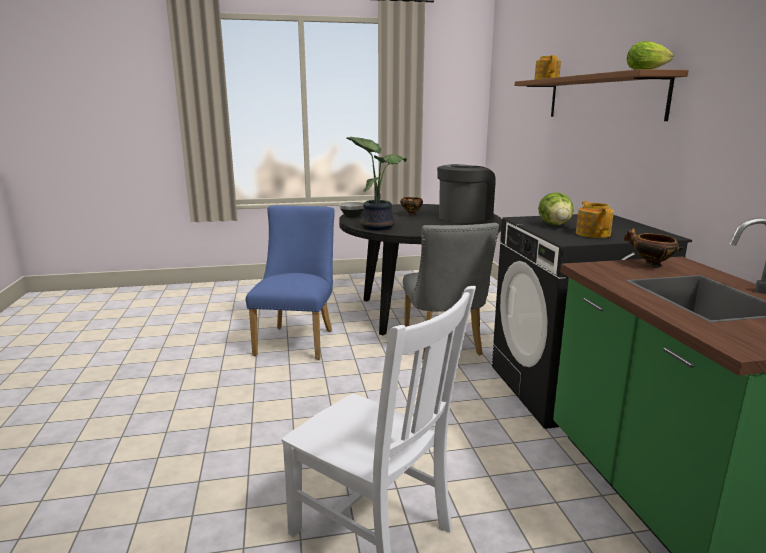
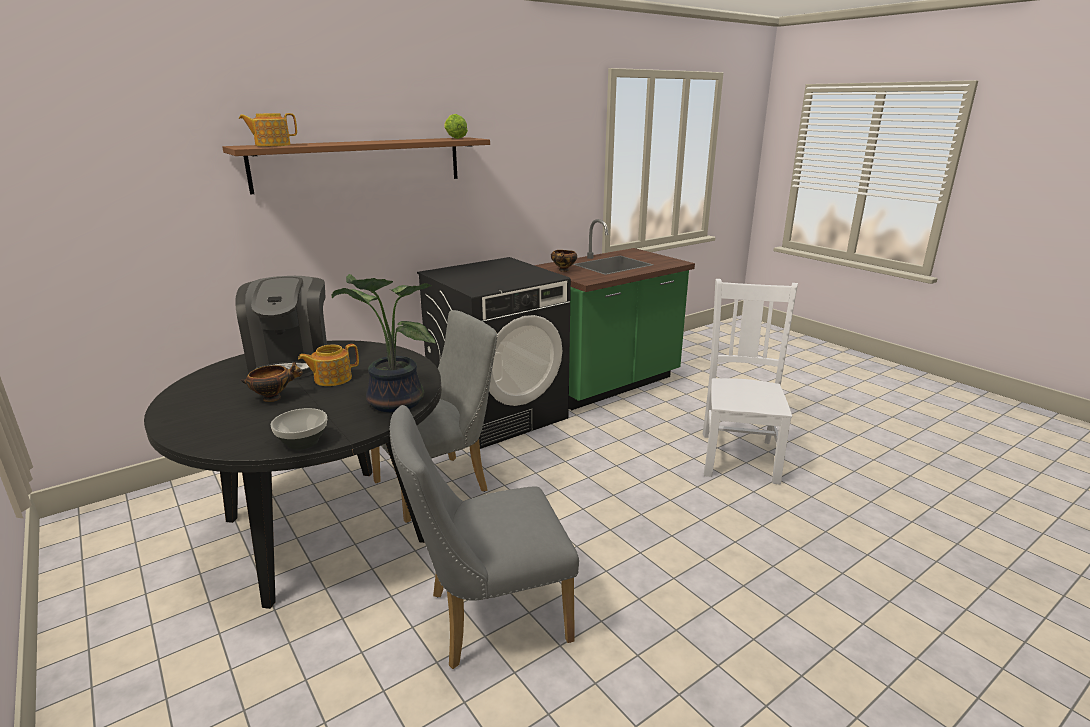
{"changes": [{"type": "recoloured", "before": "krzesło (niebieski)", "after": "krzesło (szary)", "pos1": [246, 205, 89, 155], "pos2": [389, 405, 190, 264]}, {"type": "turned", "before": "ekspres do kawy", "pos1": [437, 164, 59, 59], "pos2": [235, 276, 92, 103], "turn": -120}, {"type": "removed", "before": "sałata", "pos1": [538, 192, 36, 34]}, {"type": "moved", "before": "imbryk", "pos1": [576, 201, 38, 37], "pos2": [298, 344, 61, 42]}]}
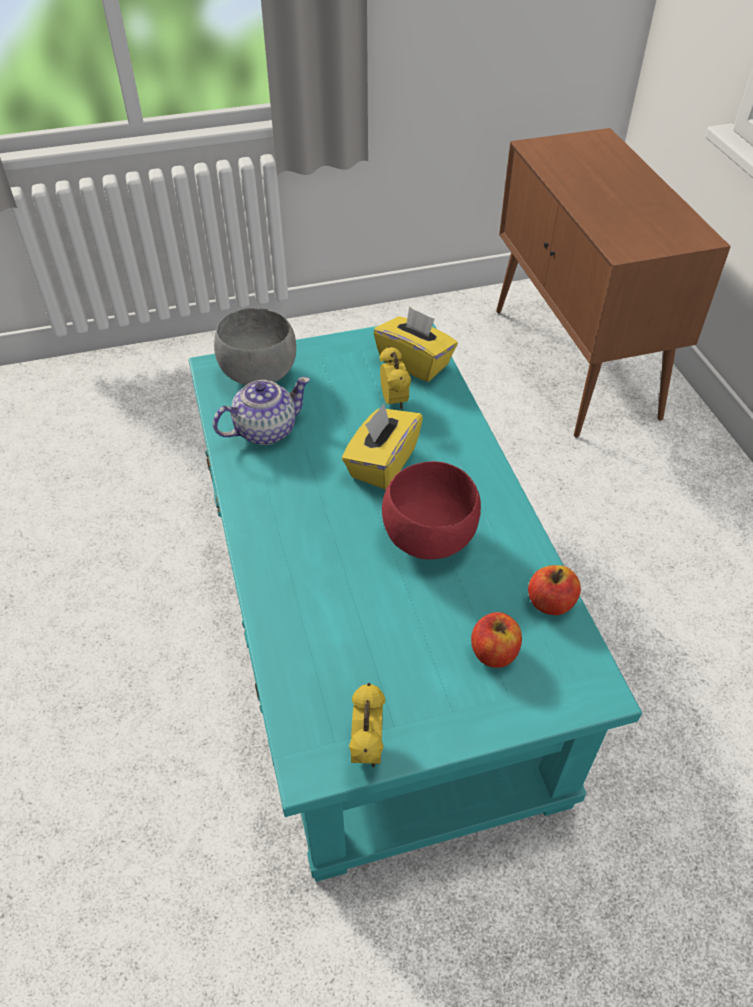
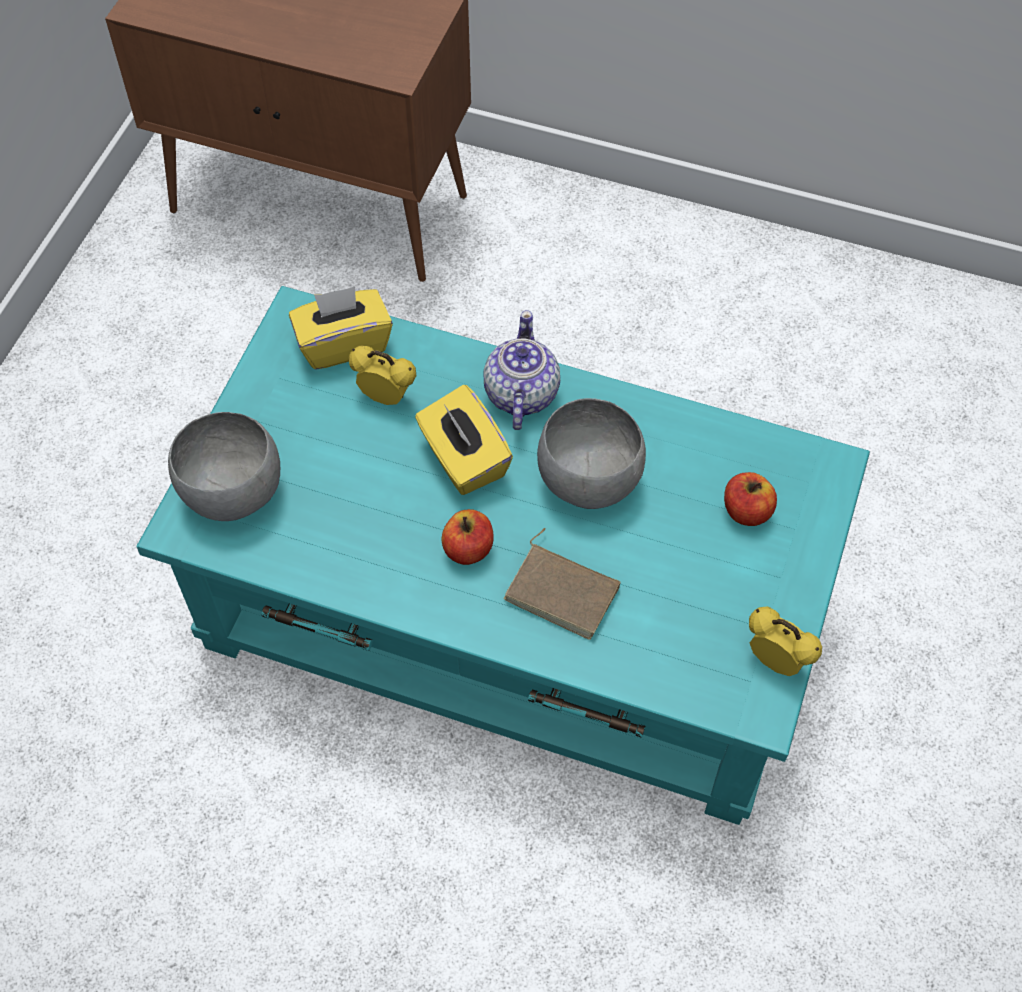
{"changes": [{"type": "moved", "before": "imbryk", "pos1": [213, 377, 97, 68], "pos2": [483, 310, 77, 120]}, {"type": "recoloured", "before": "miska (czerwony)", "after": "miska (szary)", "pos1": [382, 461, 99, 99], "pos2": [537, 398, 109, 111]}, {"type": "moved", "before": "jabłko", "pos1": [528, 565, 53, 50], "pos2": [441, 509, 53, 56]}, {"type": "added", "after": "książka (brązowy)", "pos2": [503, 528, 118, 112]}]}
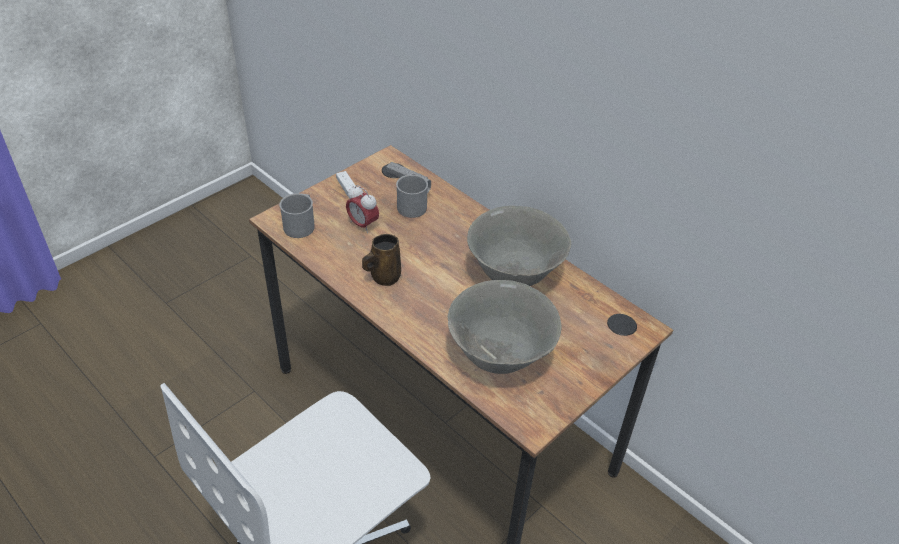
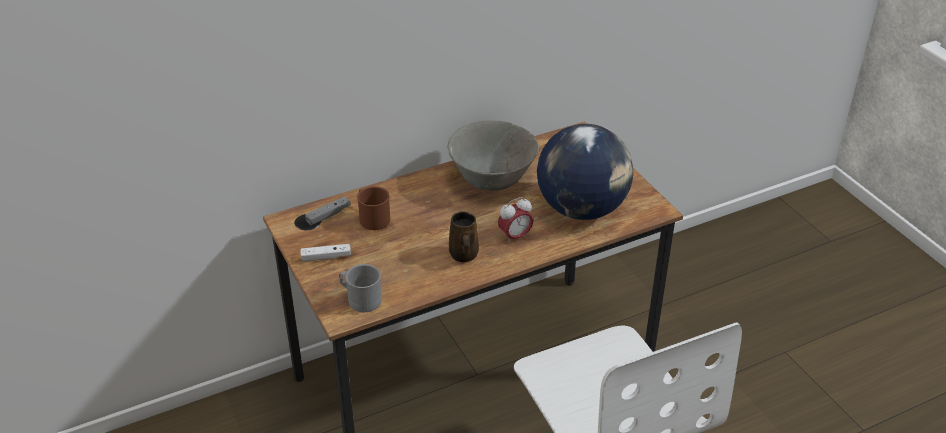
{"changes": [{"type": "moved", "before": "budzik", "pos1": [346, 185, 33, 48], "pos2": [498, 197, 36, 47]}, {"type": "recoloured", "before": "kubek (szary)", "after": "kubek (brązowy)", "pos1": [396, 174, 35, 44], "pos2": [357, 186, 33, 44]}, {"type": "replaced", "before": "miska (szary)", "after": "globus", "pos1": [448, 280, 114, 94], "pos2": [537, 124, 96, 96]}]}
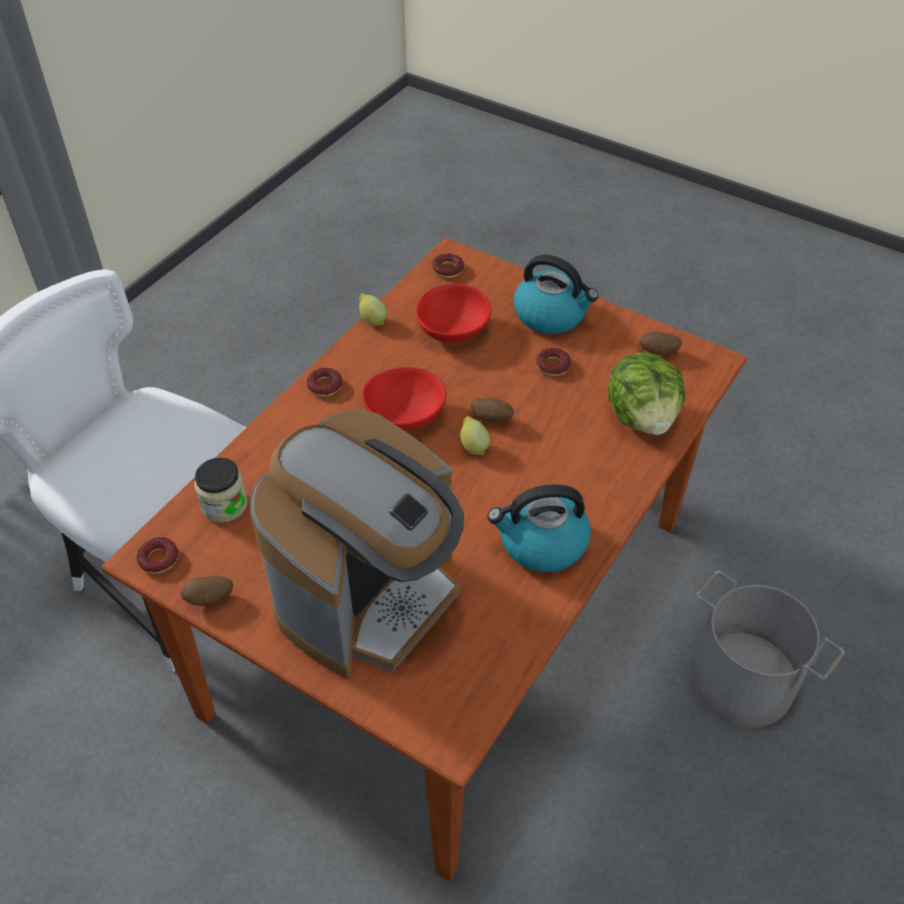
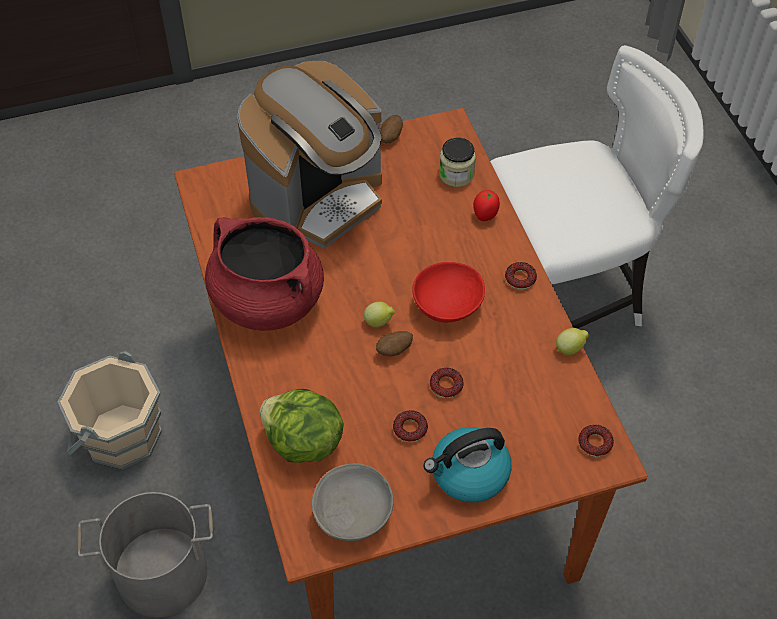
{"changes": [{"type": "moved", "before": "donut", "pos1": [137, 537, 41, 37], "pos2": [430, 368, 34, 30]}, {"type": "turned", "before": "ekspres do kawy", "pos1": [250, 410, 214, 269], "pos2": [237, 61, 145, 188], "turn": -120}, {"type": "removed", "before": "miska (czerwony)", "pos1": [416, 284, 75, 58]}, {"type": "replaced", "before": "czajnik", "after": "garnek (czerwony)", "pos1": [487, 484, 104, 88], "pos2": [205, 217, 119, 114]}, {"type": "replaced", "before": "ziemniak", "after": "miska (szary)", "pos1": [639, 331, 43, 24], "pos2": [312, 463, 82, 78]}, {"type": "added", "after": "wiadro (beżowy)", "pos2": [58, 351, 104, 119]}, {"type": "added", "after": "pomidor", "pos2": [473, 190, 27, 31]}]}
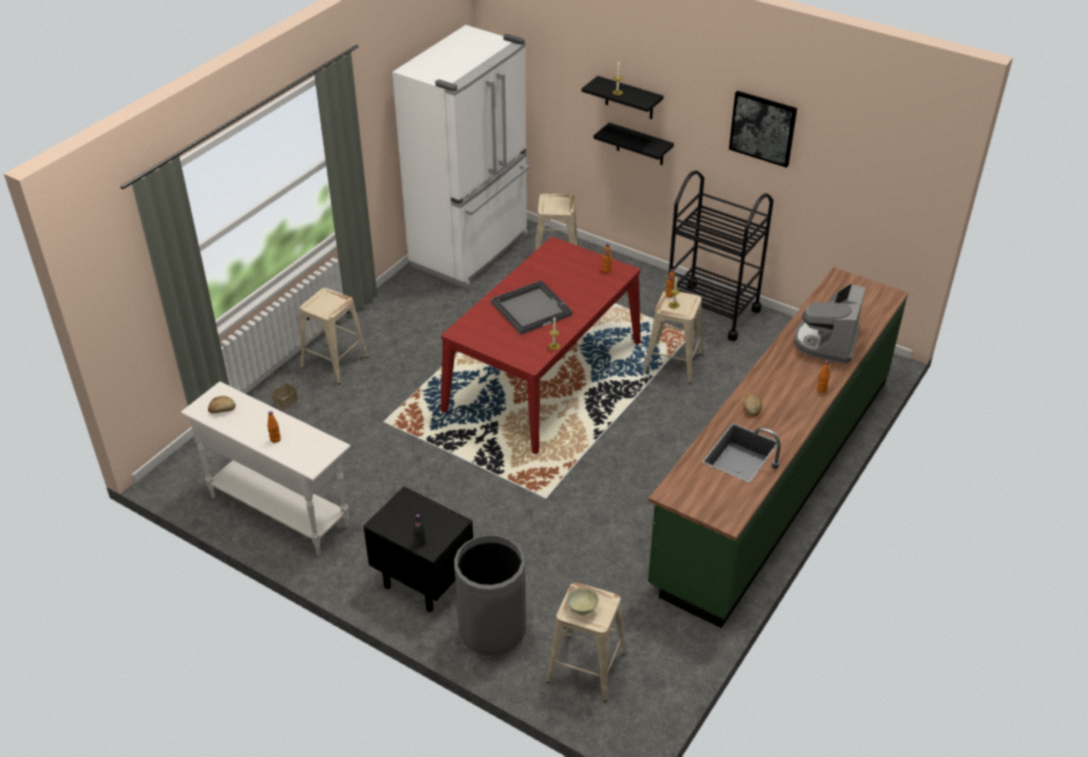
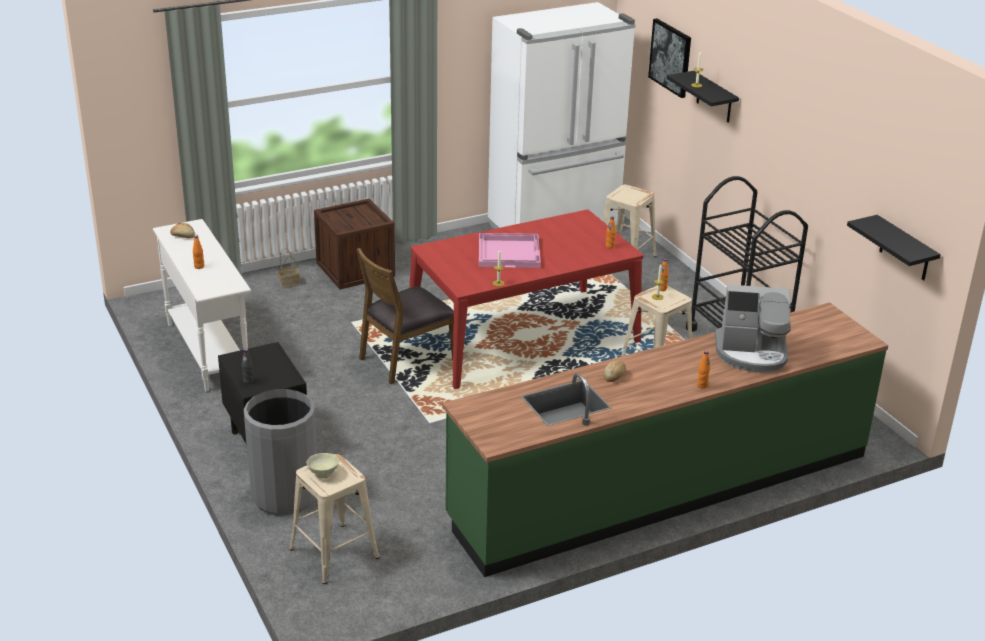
{"changes": [{"type": "replaced", "before": "stołek (beżowy)", "after": "skrzynka", "pos1": [300, 288, 69, 96], "pos2": [314, 199, 81, 90]}, {"type": "recoloured", "before": "taca (szary)", "after": "taca (różowy)", "pos1": [491, 280, 81, 55], "pos2": [479, 233, 62, 35]}, {"type": "moved", "before": "półka (czarny)", "pos1": [593, 123, 81, 42], "pos2": [847, 215, 94, 65]}, {"type": "moved", "before": "obraz", "pos1": [729, 91, 68, 77], "pos2": [648, 18, 43, 80]}, {"type": "turned", "before": "ekspres do kawy", "pos1": [794, 284, 72, 80], "pos2": [715, 284, 76, 88], "turn": -135}, {"type": "added", "after": "krzesło (brązowy)", "pos2": [356, 248, 98, 136]}]}
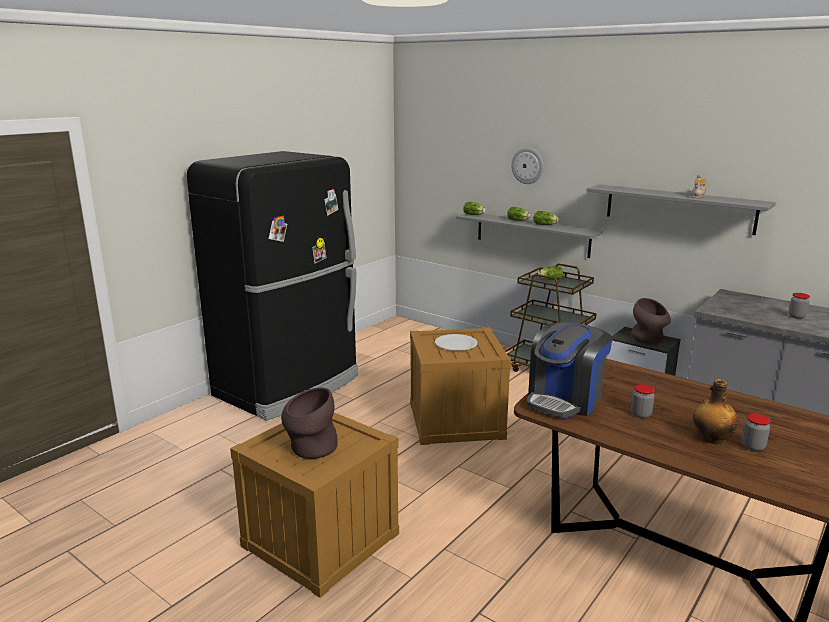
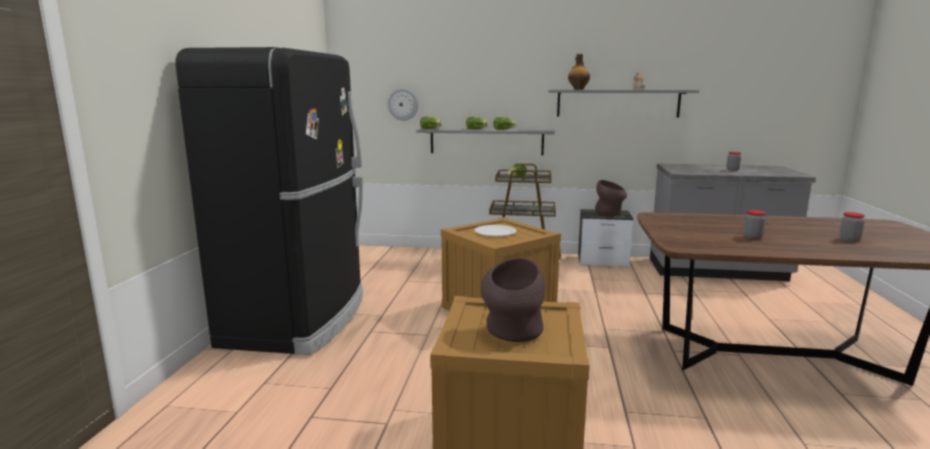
{"changes": [{"type": "moved", "before": "zegar ścienny", "pos1": [511, 148, 32, 36], "pos2": [388, 88, 30, 33]}, {"type": "removed", "before": "ekspres do kawy", "pos1": [527, 322, 86, 96]}, {"type": "moved", "before": "butelka", "pos1": [693, 379, 45, 65], "pos2": [568, 54, 22, 36]}]}
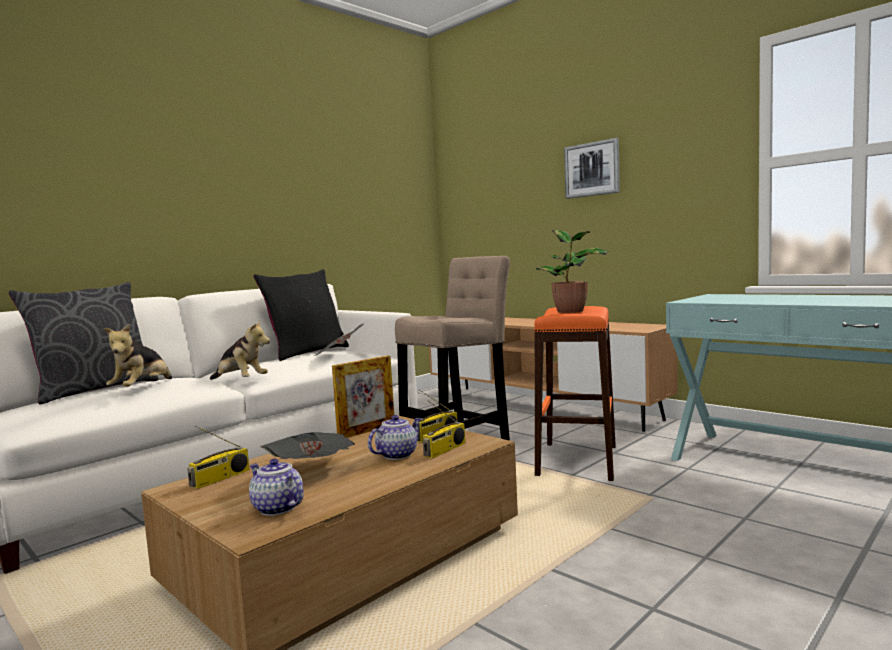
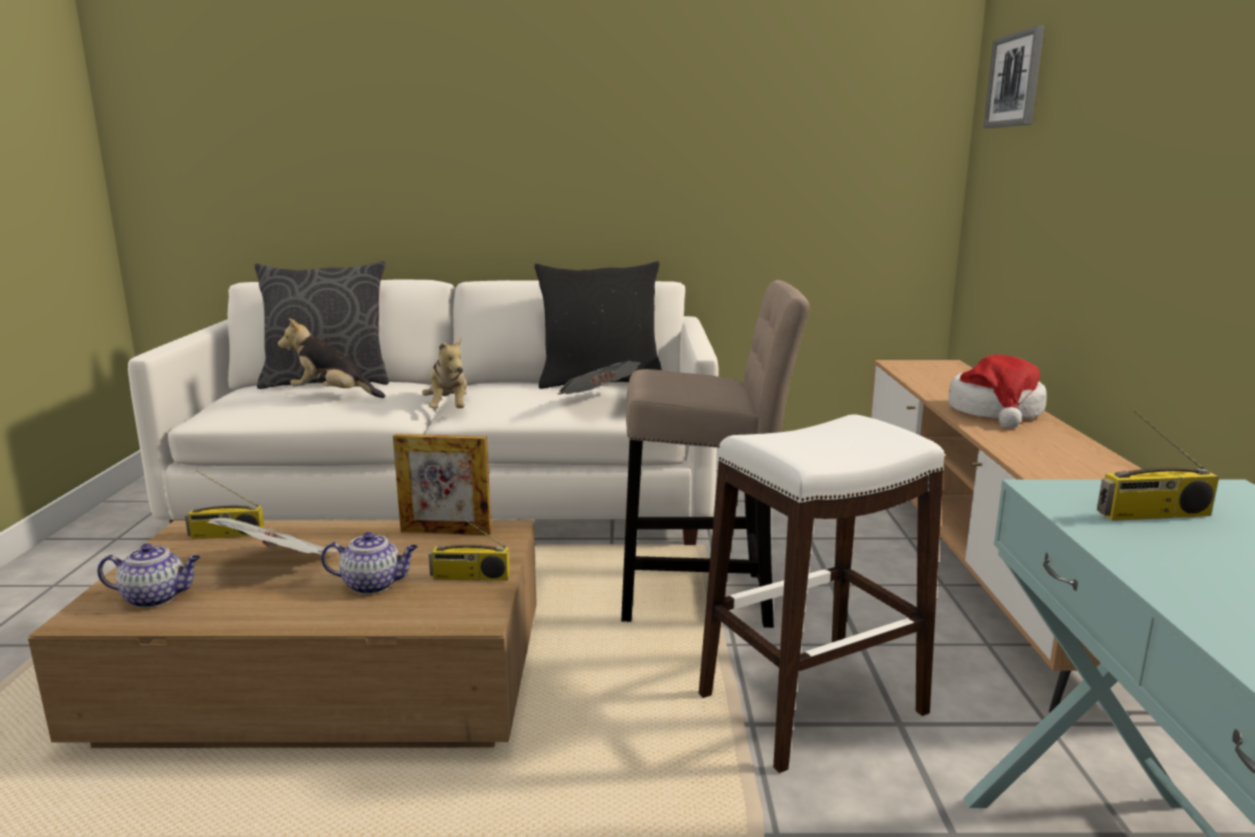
{"changes": [{"type": "turned", "before": "pluszak", "pos1": [104, 324, 68, 63], "pos2": [278, 318, 107, 80], "turn": 45}, {"type": "turned", "before": "imbryk", "pos1": [249, 458, 55, 58], "pos2": [97, 544, 104, 64], "turn": 90}, {"type": "moved", "before": "radio", "pos1": [423, 401, 42, 57], "pos2": [1097, 410, 122, 111]}, {"type": "recoloured", "before": "stołek (pomarańczowy)", "after": "stołek (biały)", "pos1": [534, 306, 82, 175], "pos2": [699, 414, 245, 359]}, {"type": "removed", "before": "roślina doniczkowa", "pos1": [536, 230, 73, 83]}, {"type": "moved", "before": "obraz", "pos1": [564, 138, 56, 61], "pos2": [983, 25, 61, 103]}, {"type": "added", "after": "kapelusz", "pos2": [948, 354, 99, 74]}]}
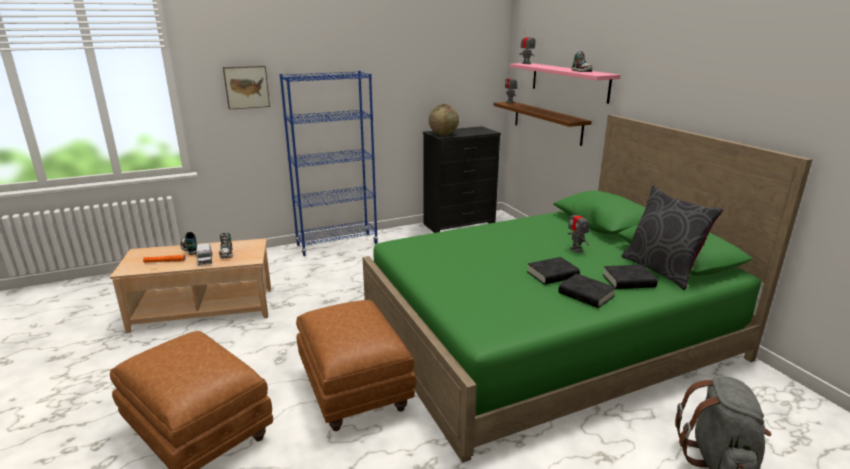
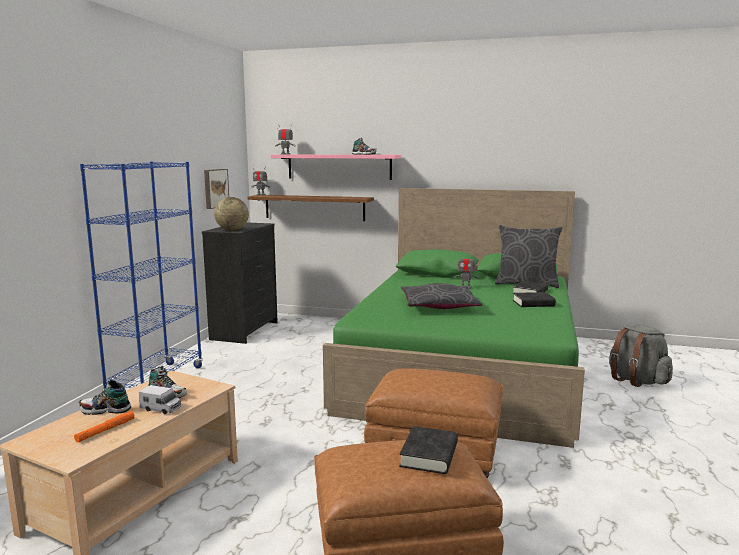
{"changes": [{"type": "moved", "before": "obraz", "pos1": [223, 66, 47, 44], "pos2": [204, 169, 25, 40]}, {"type": "moved", "before": "książka (czarny)", "pos1": [527, 257, 53, 28], "pos2": [399, 426, 59, 48]}, {"type": "added", "after": "poduszka (szary)", "pos2": [401, 283, 82, 26]}]}
